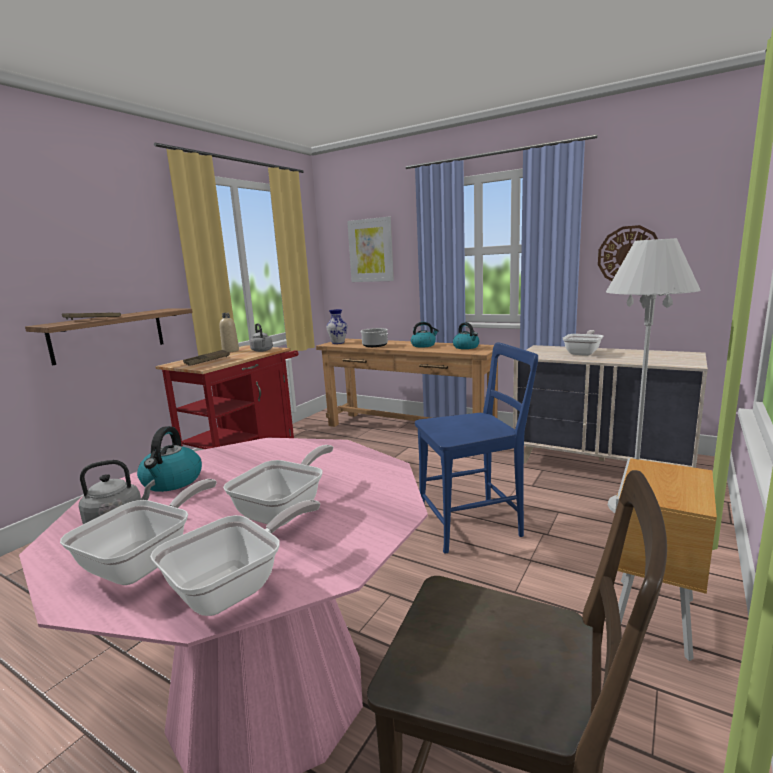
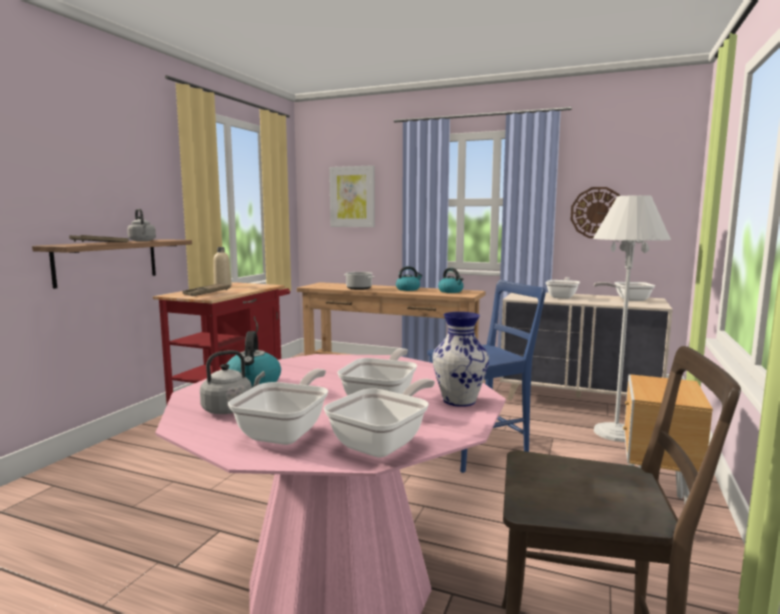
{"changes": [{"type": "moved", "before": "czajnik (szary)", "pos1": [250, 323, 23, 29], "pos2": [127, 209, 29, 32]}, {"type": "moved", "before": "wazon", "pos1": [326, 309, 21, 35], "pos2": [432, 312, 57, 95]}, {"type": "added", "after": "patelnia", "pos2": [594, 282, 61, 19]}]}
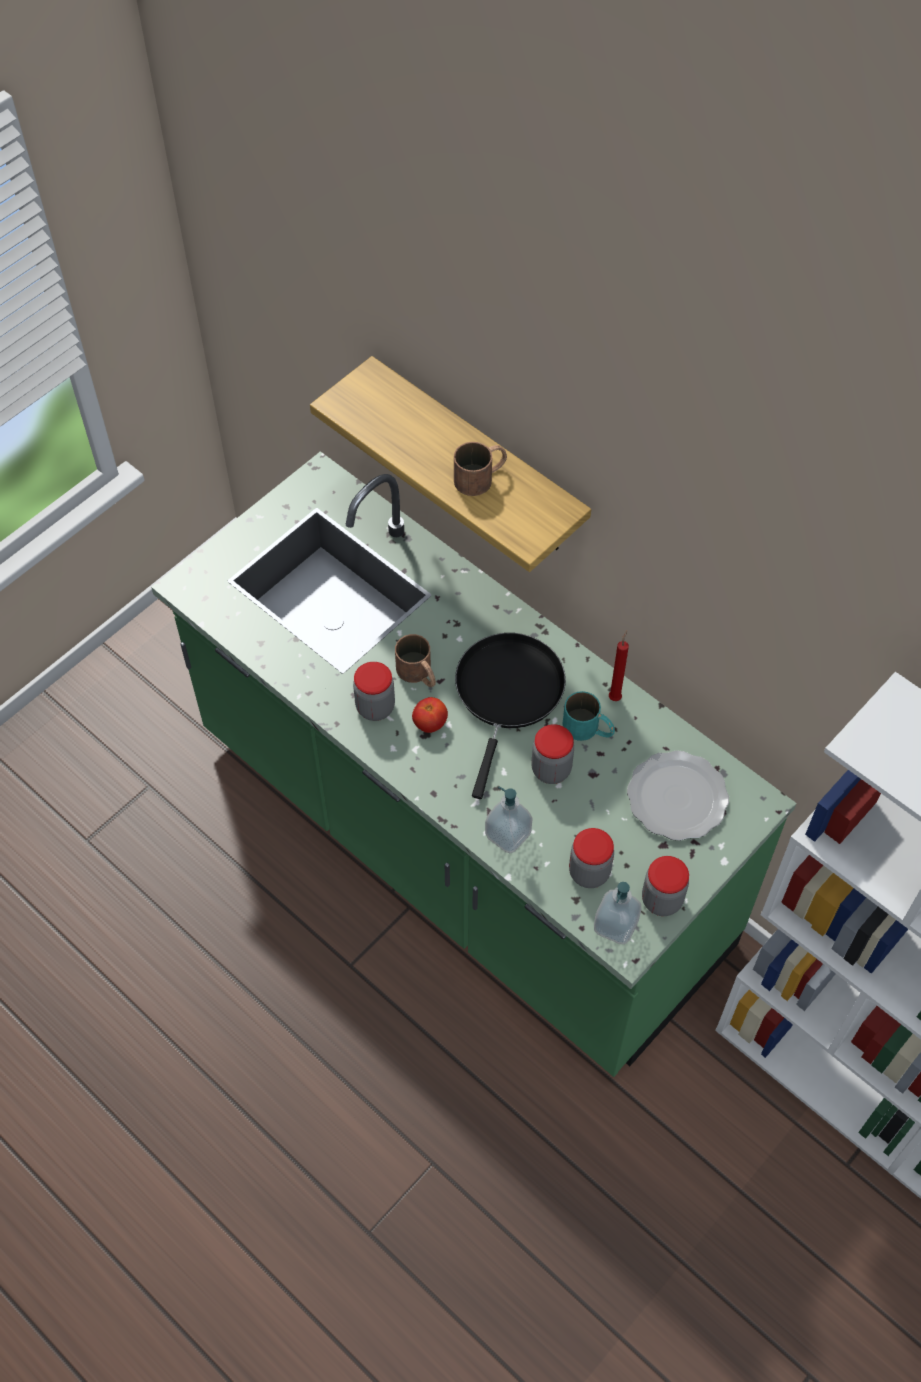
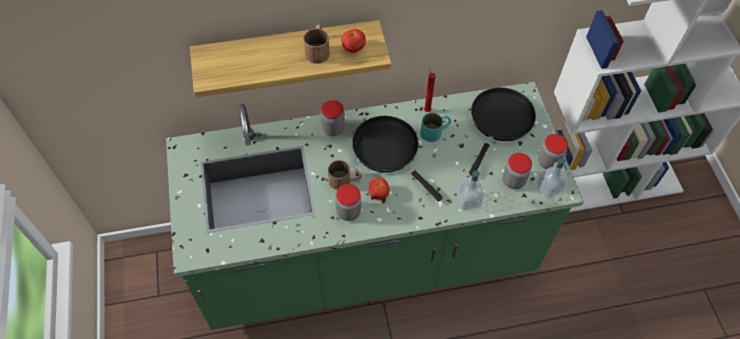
{"changes": [{"type": "moved", "before": "słoik", "pos1": [531, 724, 43, 60], "pos2": [321, 100, 24, 36]}, {"type": "replaced", "before": "talerz", "after": "patelnia (czarny)", "pos1": [627, 750, 102, 91], "pos2": [469, 87, 67, 88]}, {"type": "added", "after": "pomidor", "pos2": [341, 29, 25, 24]}]}
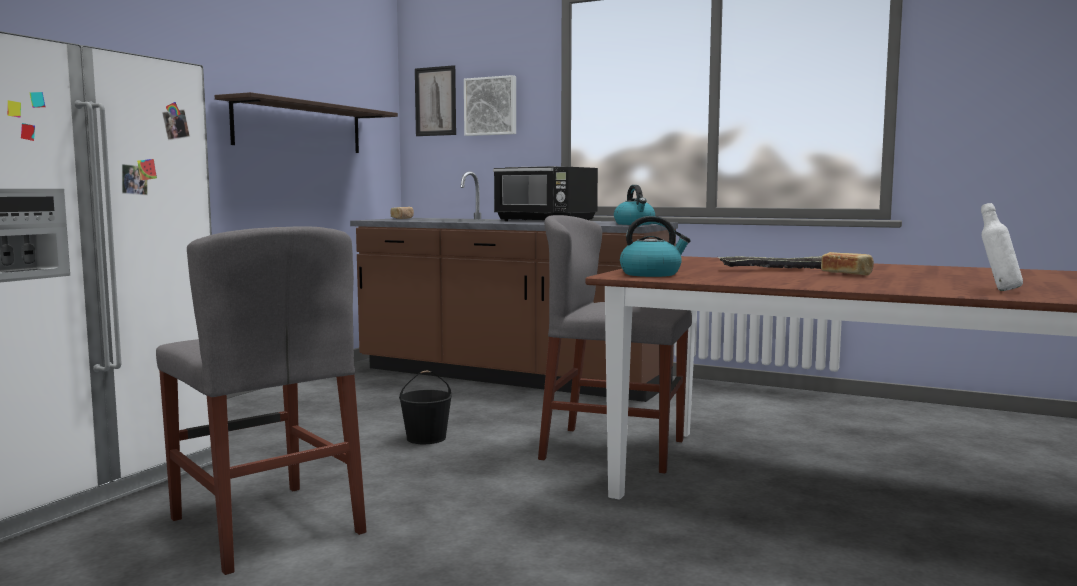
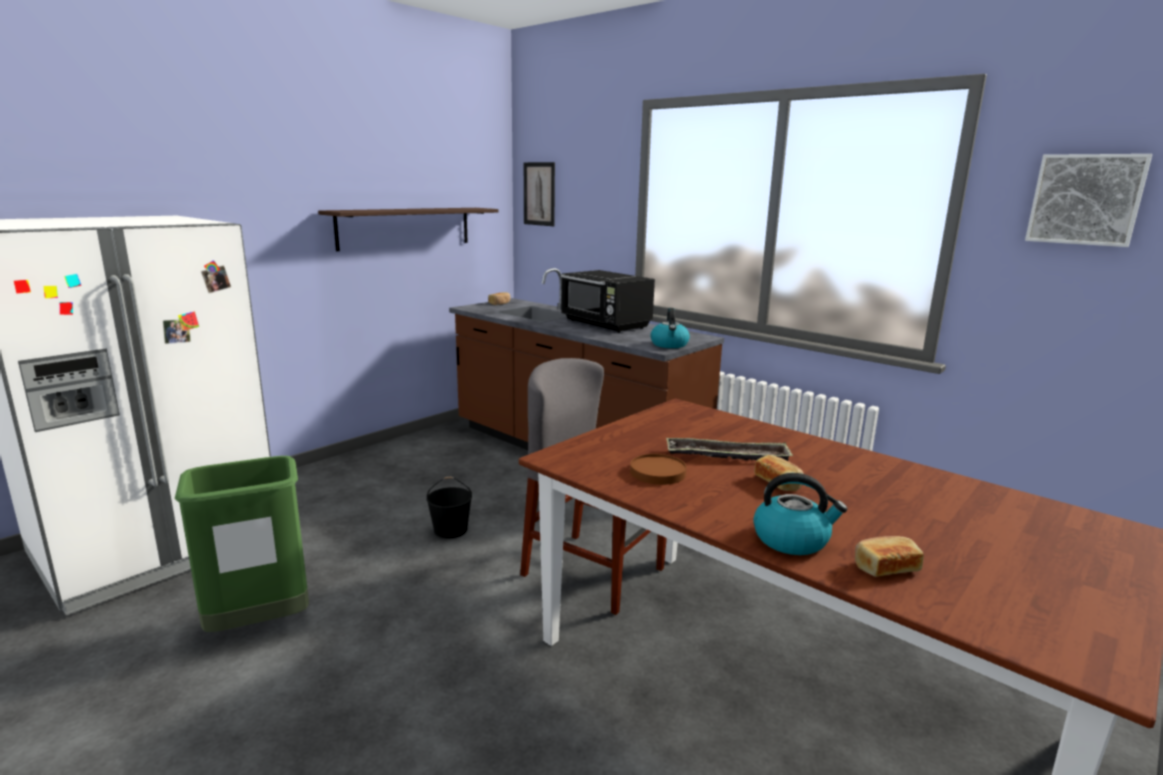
{"changes": [{"type": "replaced", "before": "krzesło (szary)", "after": "kosz na śmieci (zielony)", "pos1": [156, 226, 211, 349], "pos2": [175, 456, 134, 176]}, {"type": "moved", "before": "obraz", "pos1": [464, 75, 52, 61], "pos2": [1025, 154, 127, 93]}, {"type": "moved", "before": "czajnik", "pos1": [620, 216, 71, 61], "pos2": [753, 473, 94, 82]}, {"type": "replaced", "before": "butelka (biały)", "after": "chleb", "pos1": [981, 203, 42, 88], "pos2": [855, 536, 69, 41]}, {"type": "added", "after": "talerz (brązowy)", "pos2": [630, 454, 57, 31]}]}
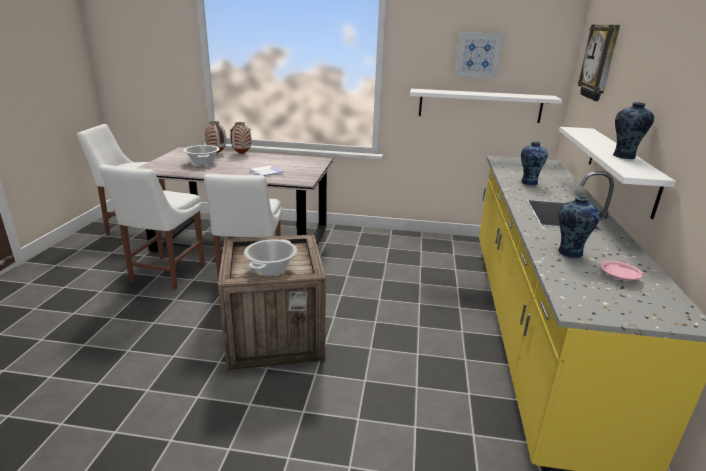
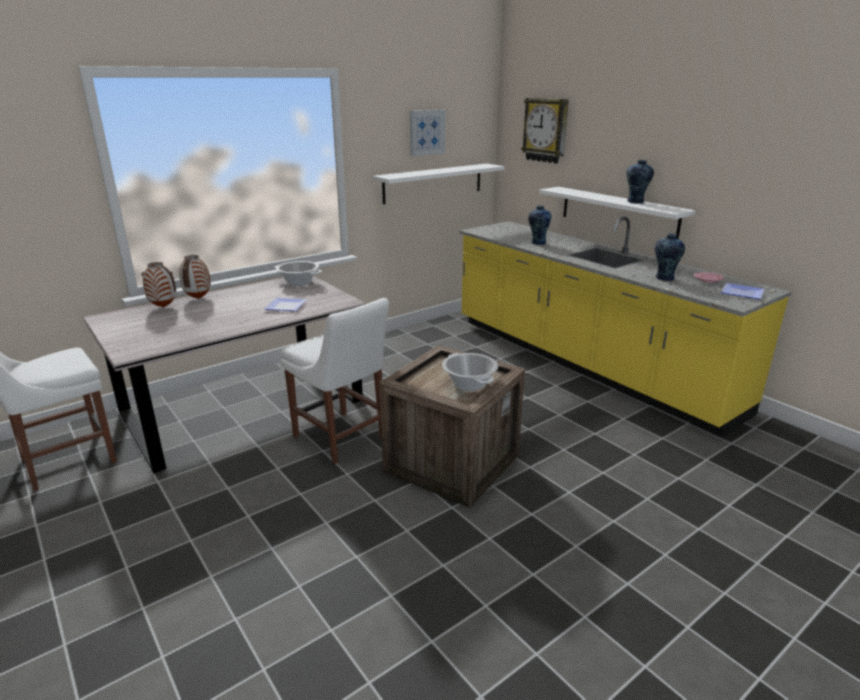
{"changes": [{"type": "removed", "before": "krzesło (biały)", "pos1": [99, 164, 106, 125]}, {"type": "moved", "before": "garnek", "pos1": [183, 145, 37, 20], "pos2": [274, 261, 48, 25]}, {"type": "added", "after": "talerz", "pos2": [721, 283, 44, 16]}]}
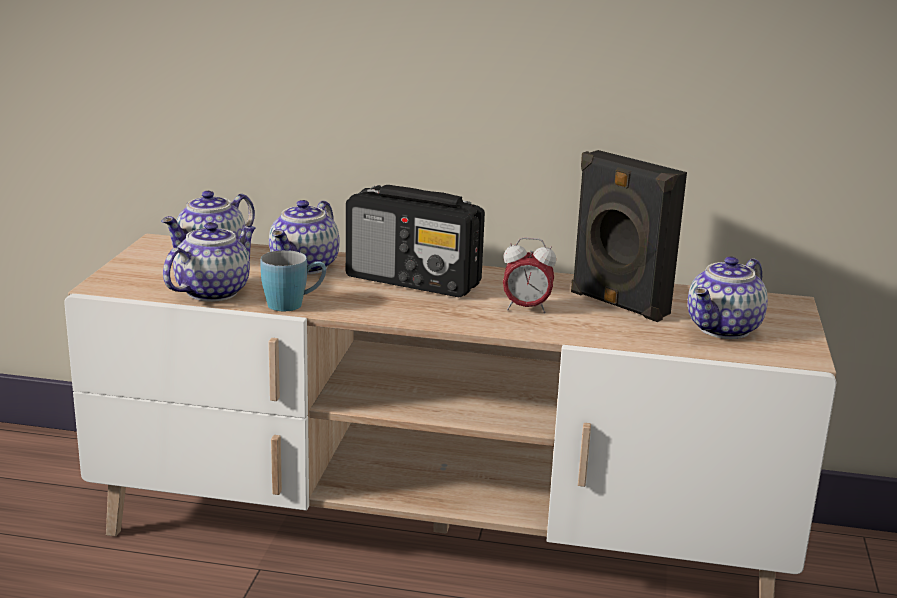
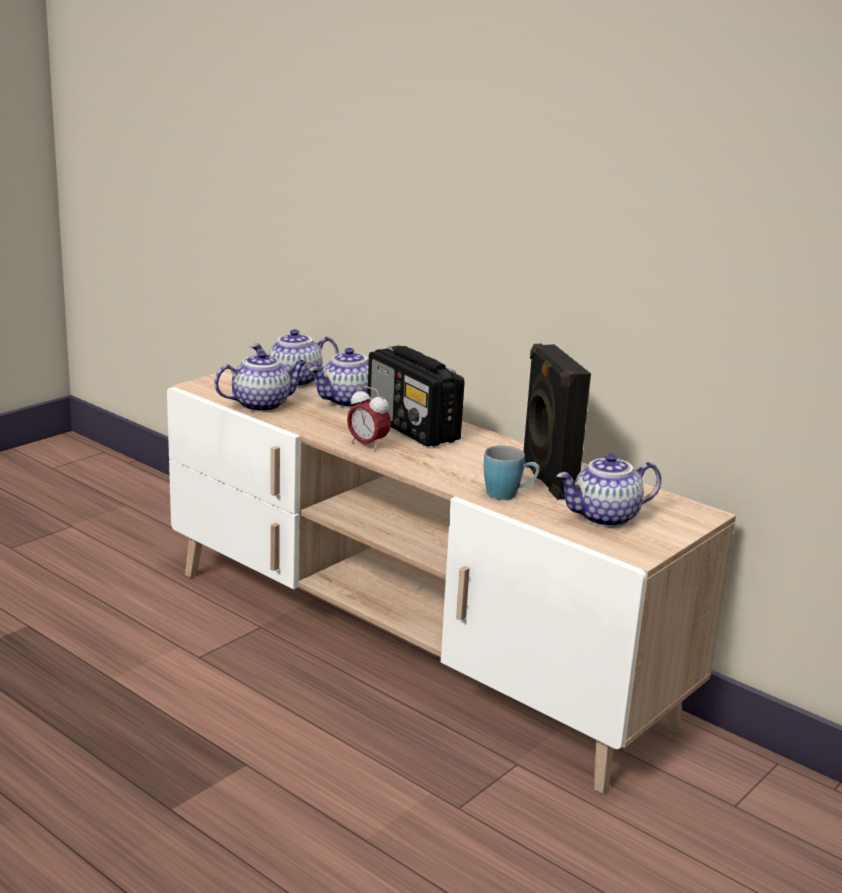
{"changes": [{"type": "moved", "before": "kubek (niebieski)", "pos1": [260, 250, 66, 61], "pos2": [484, 445, 56, 55]}, {"type": "moved", "before": "budzik", "pos1": [503, 237, 53, 76], "pos2": [347, 386, 44, 65]}]}
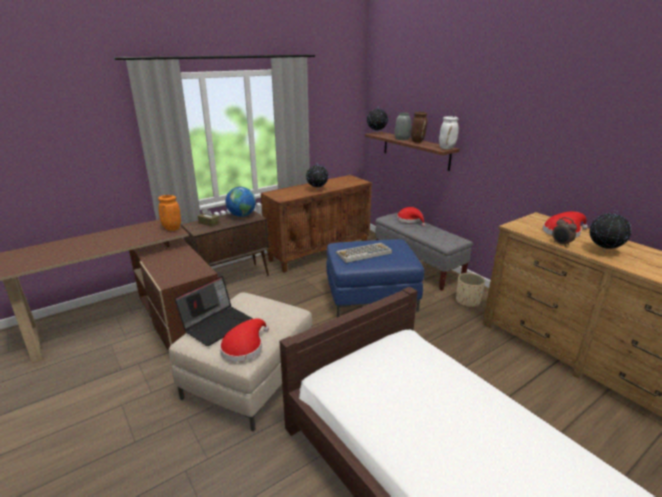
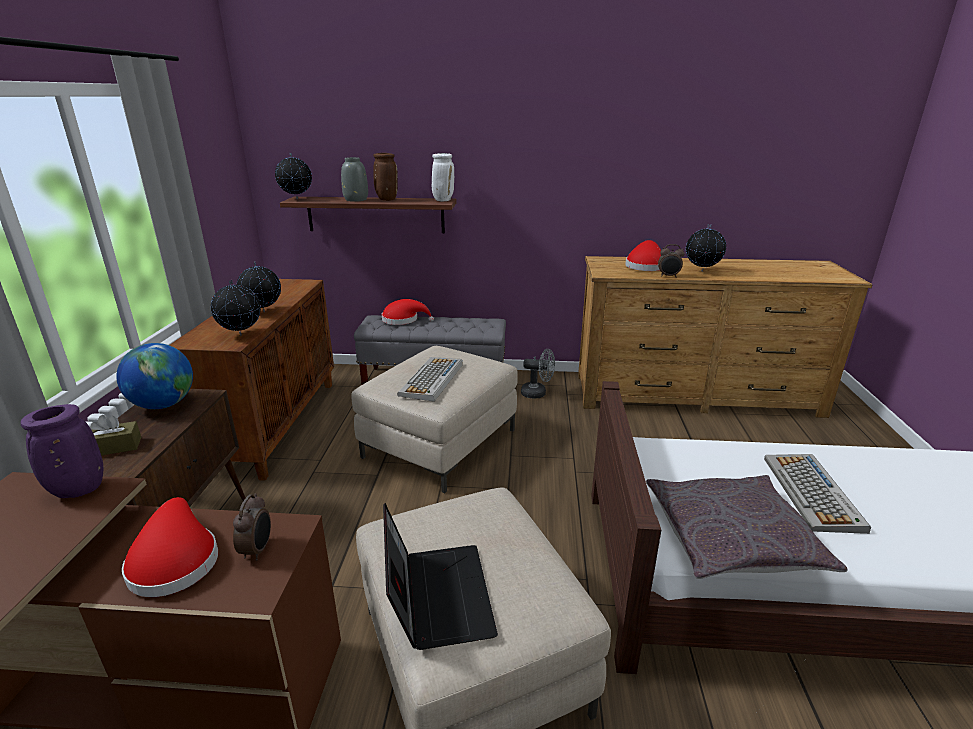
{"changes": [{"type": "recoloured", "before": "wazon (pomarańczowy)", "after": "wazon (fioletowy)", "pos1": [158, 195, 23, 36], "pos2": [20, 404, 83, 94]}, {"type": "moved", "before": "kapelusz (czerwony)", "pos1": [220, 318, 49, 44], "pos2": [122, 497, 96, 100]}, {"type": "recoloured", "before": "pufa (niebieski)", "after": "pufa (beżowy)", "pos1": [326, 239, 98, 78], "pos2": [351, 346, 167, 147]}, {"type": "replaced", "before": "donica (beżowy)", "after": "wentylator (szary)", "pos1": [456, 273, 29, 35], "pos2": [521, 349, 34, 49]}, {"type": "added", "after": "globus", "pos2": [211, 280, 50, 56]}, {"type": "added", "after": "budzik", "pos2": [233, 493, 38, 68]}, {"type": "added", "after": "poduszka (szary)", "pos2": [646, 475, 202, 104]}, {"type": "added", "after": "klawiatura", "pos2": [764, 454, 107, 80]}]}
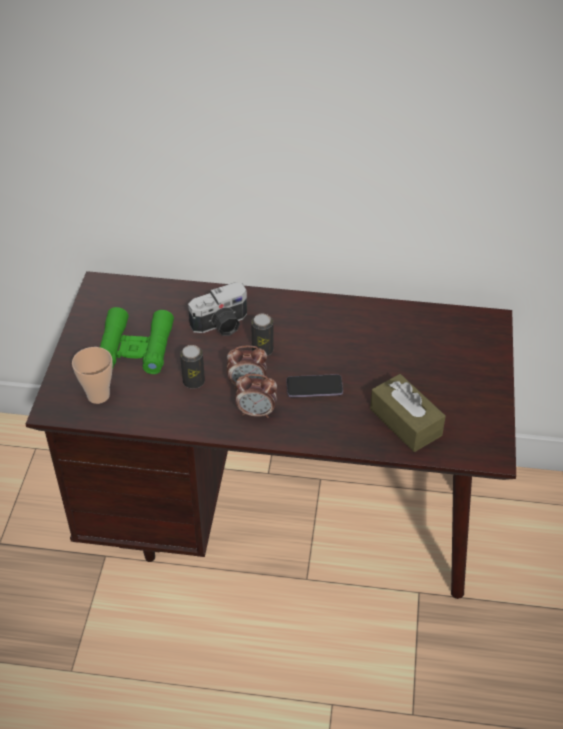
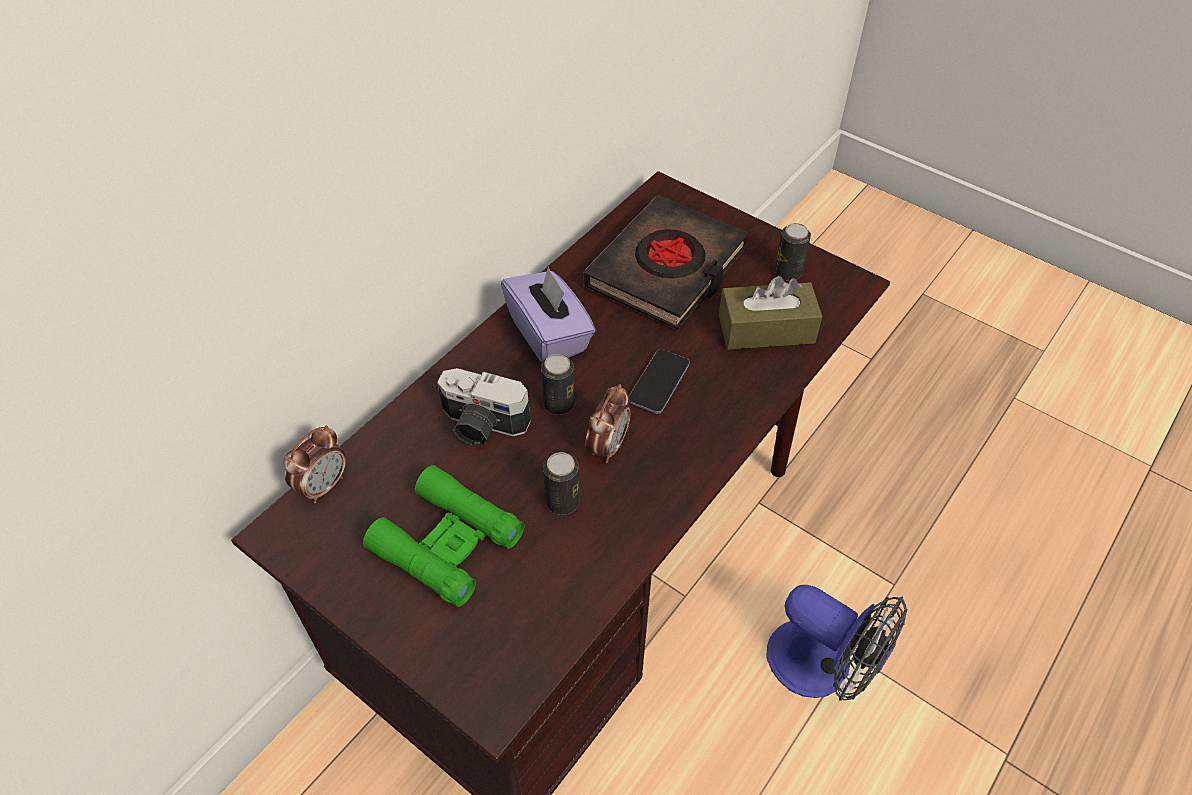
{"changes": [{"type": "removed", "before": "filiżanka", "pos1": [72, 347, 41, 57]}, {"type": "turned", "before": "aparat fotograficzny", "pos1": [188, 282, 59, 54], "pos2": [437, 368, 94, 78], "turn": 105}, {"type": "moved", "before": "budzik", "pos1": [235, 374, 42, 44], "pos2": [284, 426, 62, 77]}, {"type": "added", "after": "pudełko chusteczek (fioletowy)", "pos2": [501, 266, 95, 97]}, {"type": "added", "after": "książka (czarny)", "pos2": [583, 195, 166, 136]}, {"type": "added", "after": "wentylator", "pos2": [766, 585, 142, 116]}, {"type": "added", "after": "puszka", "pos2": [774, 223, 37, 58]}]}
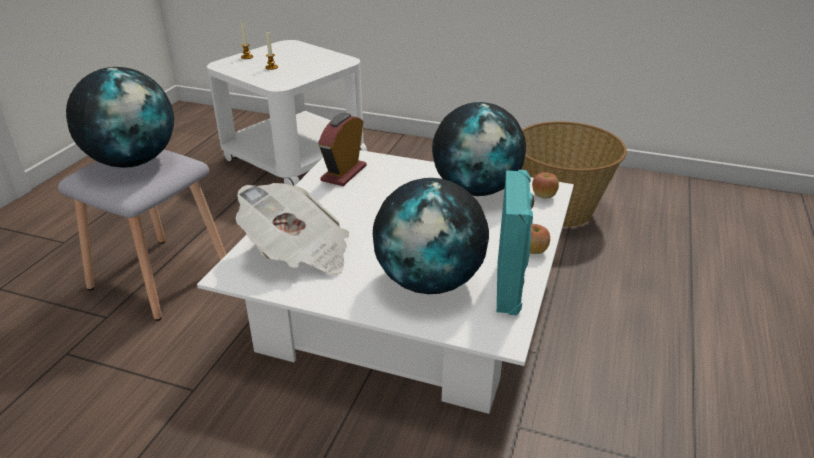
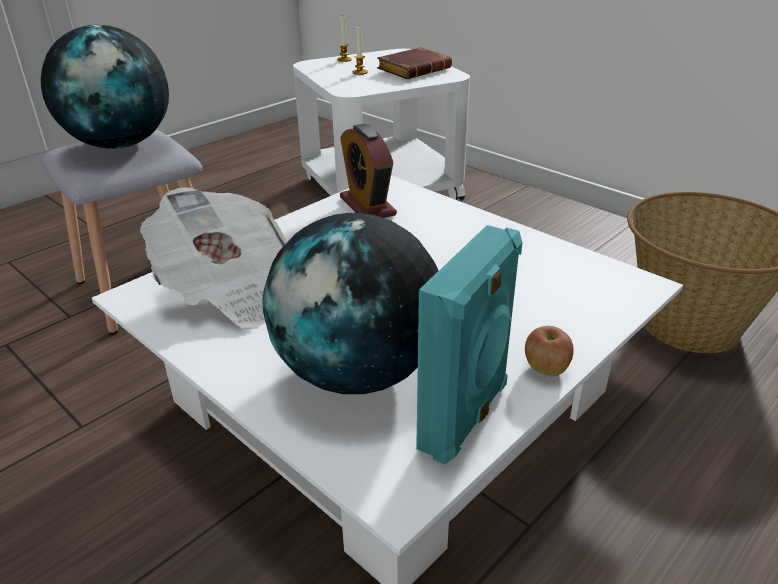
{"changes": [{"type": "turned", "before": "budzik", "pos1": [318, 113, 49, 73], "pos2": [340, 124, 57, 94], "turn": -75}, {"type": "removed", "before": "globus", "pos1": [432, 102, 94, 94]}, {"type": "removed", "before": "jabłko", "pos1": [532, 172, 27, 26]}, {"type": "added", "after": "książka (brązowy)", "pos2": [377, 47, 75, 32]}]}
